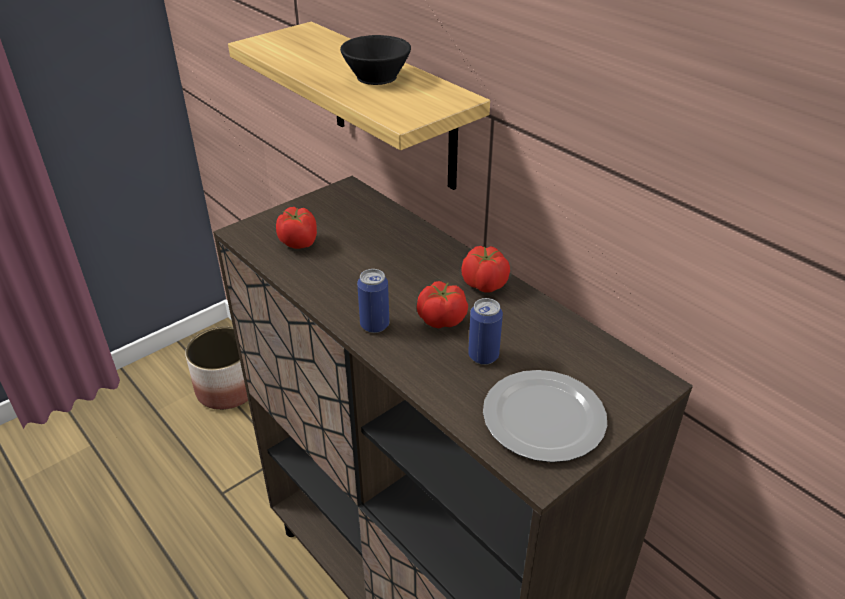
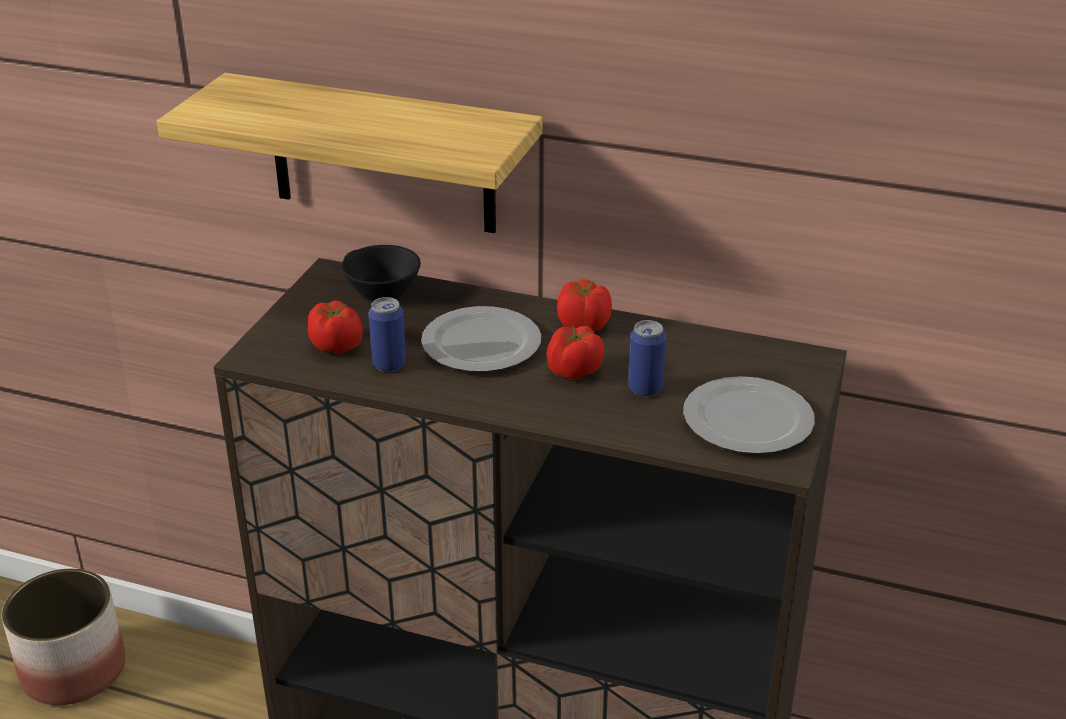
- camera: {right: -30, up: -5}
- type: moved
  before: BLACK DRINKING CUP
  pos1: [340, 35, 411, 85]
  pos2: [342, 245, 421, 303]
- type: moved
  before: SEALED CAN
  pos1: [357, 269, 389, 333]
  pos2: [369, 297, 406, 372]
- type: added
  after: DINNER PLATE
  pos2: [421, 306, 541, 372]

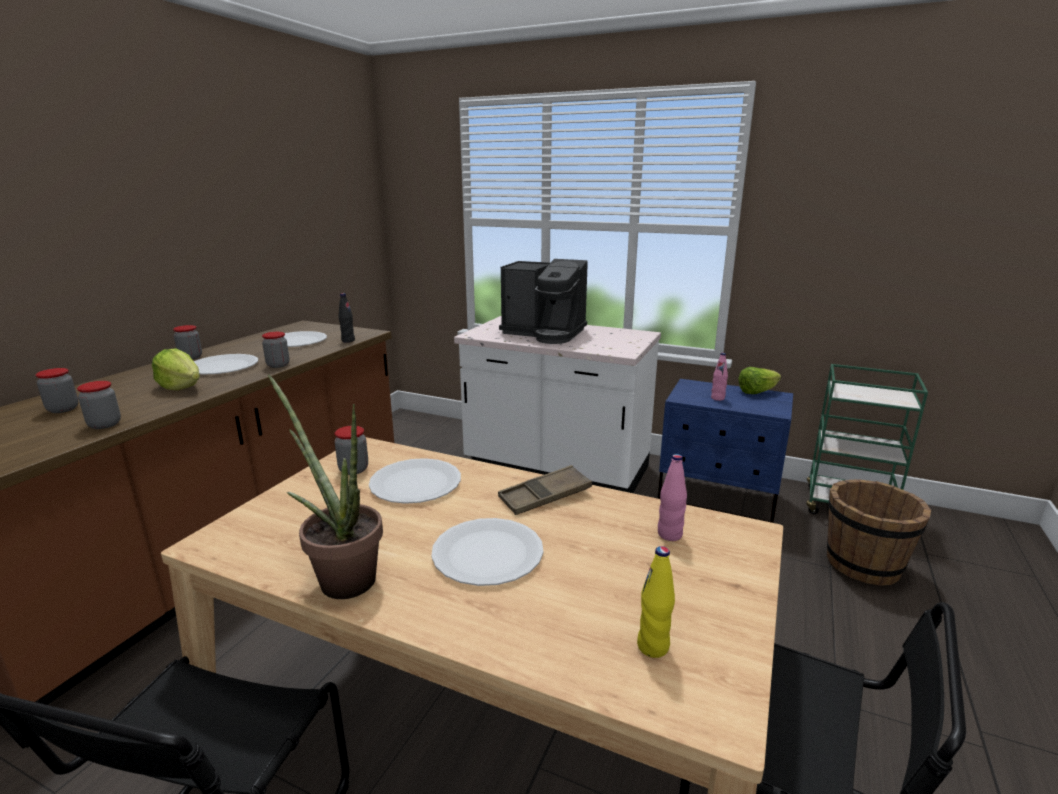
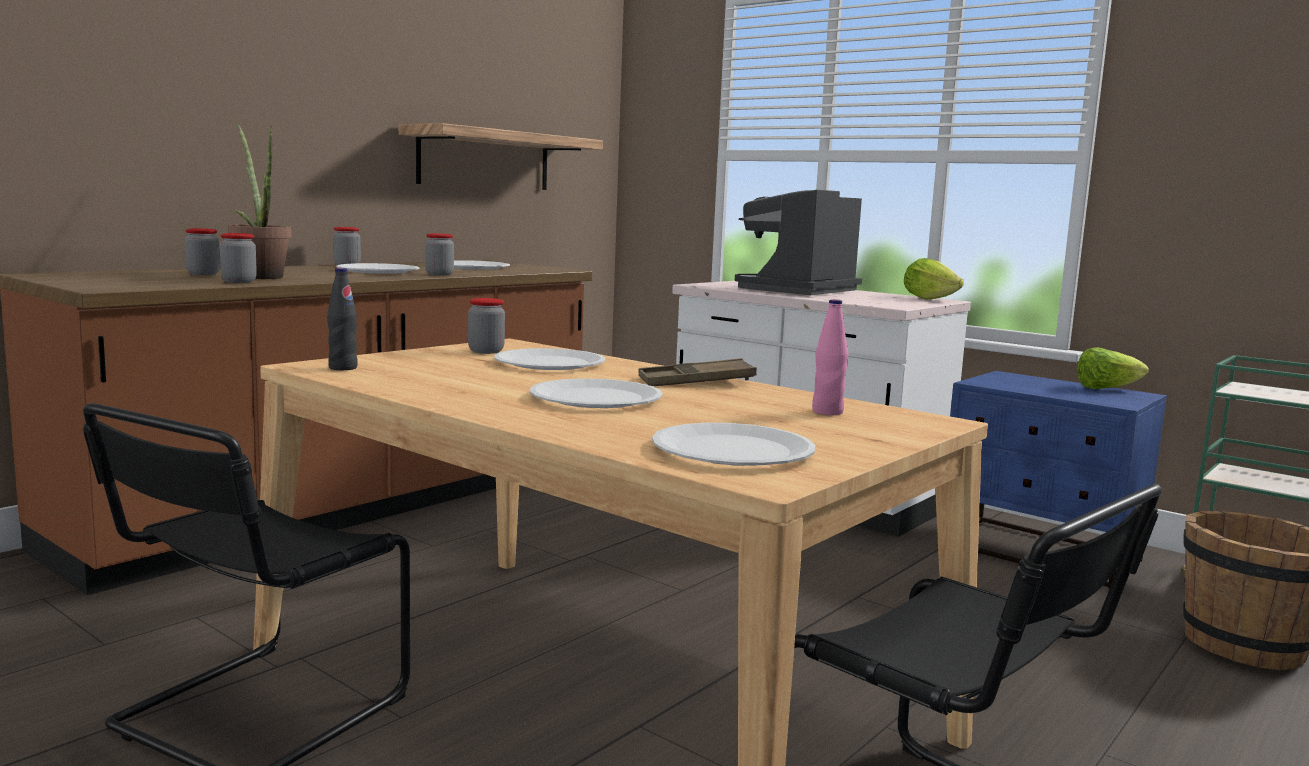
- camera: {right: 15, up: -10}
- type: moved
  before: HEAD OF LETTUCE
  pos1: [152, 348, 200, 390]
  pos2: [904, 258, 964, 300]
- type: moved
  before: PLANT IN A POT
  pos1: [268, 374, 383, 599]
  pos2: [228, 124, 291, 279]
- type: moved
  before: BLACK BEVERAGE BOTTLE
  pos1: [339, 293, 355, 343]
  pos2: [327, 268, 358, 370]
- type: turned
  before: COFFEE MAKER
  pos1: [499, 259, 588, 344]
  pos2: [735, 190, 862, 295]
  turn: 90
- type: replaced
  before: YELLOWISH BEVERAGE BOTTLE
  after: WHITE-COLOURED DINNER PLATE
  pos1: [637, 546, 675, 658]
  pos2: [652, 422, 816, 466]
- type: removed
  before: PINK-COLOURED BEVERAGE BOTTLE
  pos1: [711, 353, 728, 401]
- type: added
  after: WALL SHELF
  pos2: [398, 123, 603, 190]

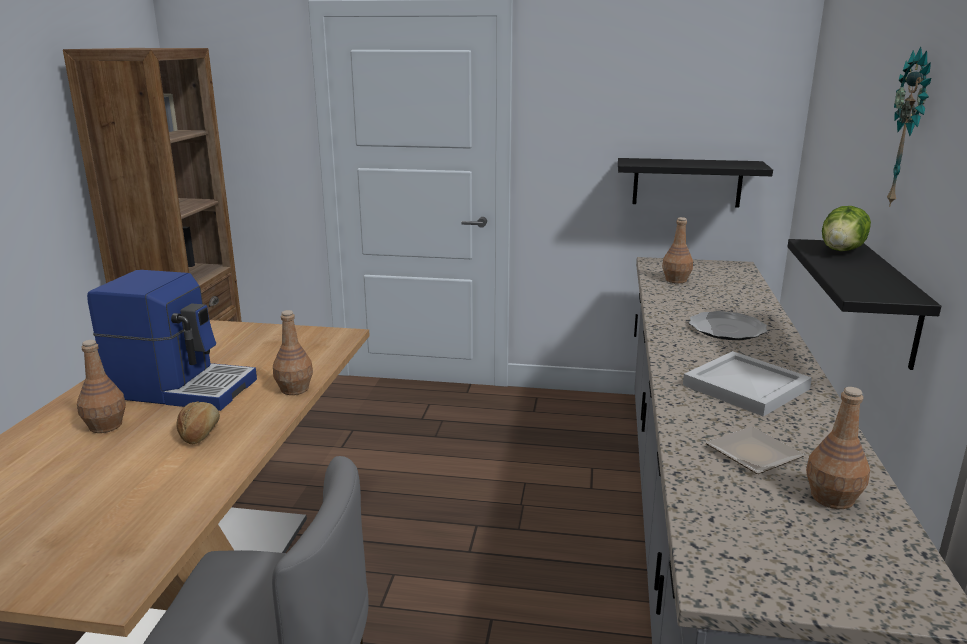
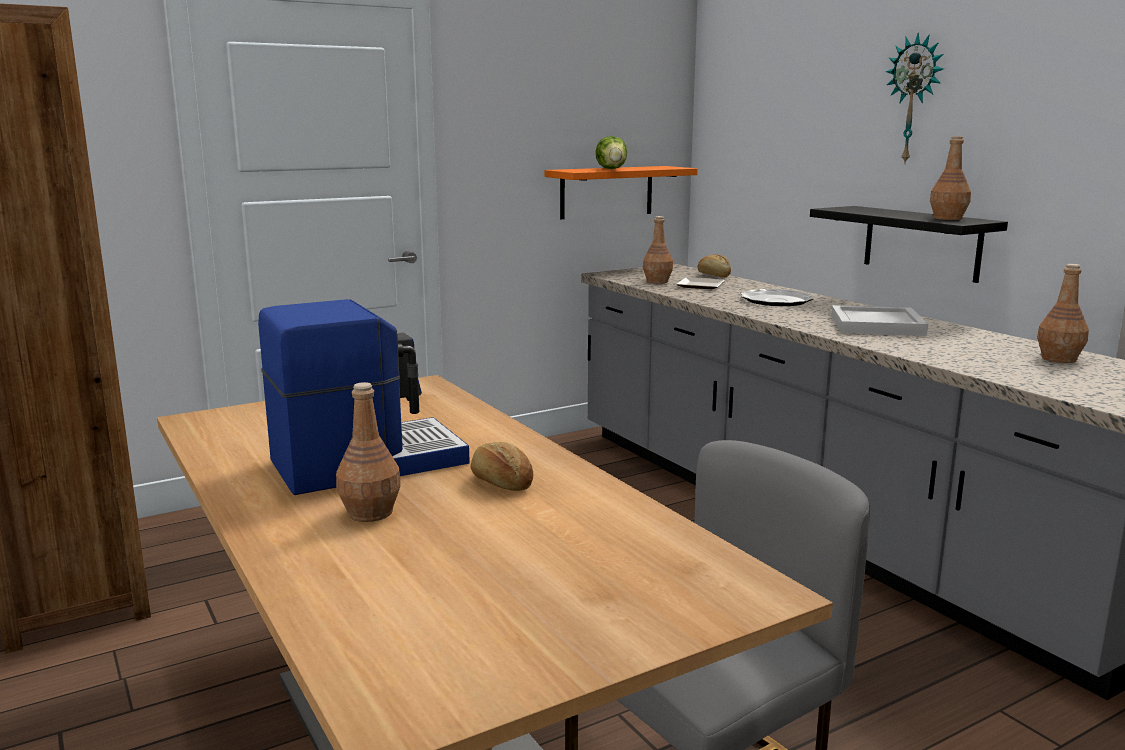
- camera: {right: -40, up: -5}
- type: moved
  before: BROWNISH BEVERAGE BOTTLE
  pos1: [273, 310, 313, 395]
  pos2: [930, 136, 971, 220]
- type: recoloured
  before: BLACK WALL SHELF
  after: ORANGEY WALL SHELF
  pos1: [618, 158, 773, 208]
  pos2: [544, 166, 697, 219]
- type: moved
  before: DINNER PLATE
  pos1: [705, 427, 805, 474]
  pos2: [676, 277, 725, 289]
- type: moved
  before: HEAD OF LETTUCE
  pos1: [822, 206, 871, 251]
  pos2: [596, 136, 627, 169]
- type: added
  after: BREAD
  pos2: [697, 254, 731, 278]

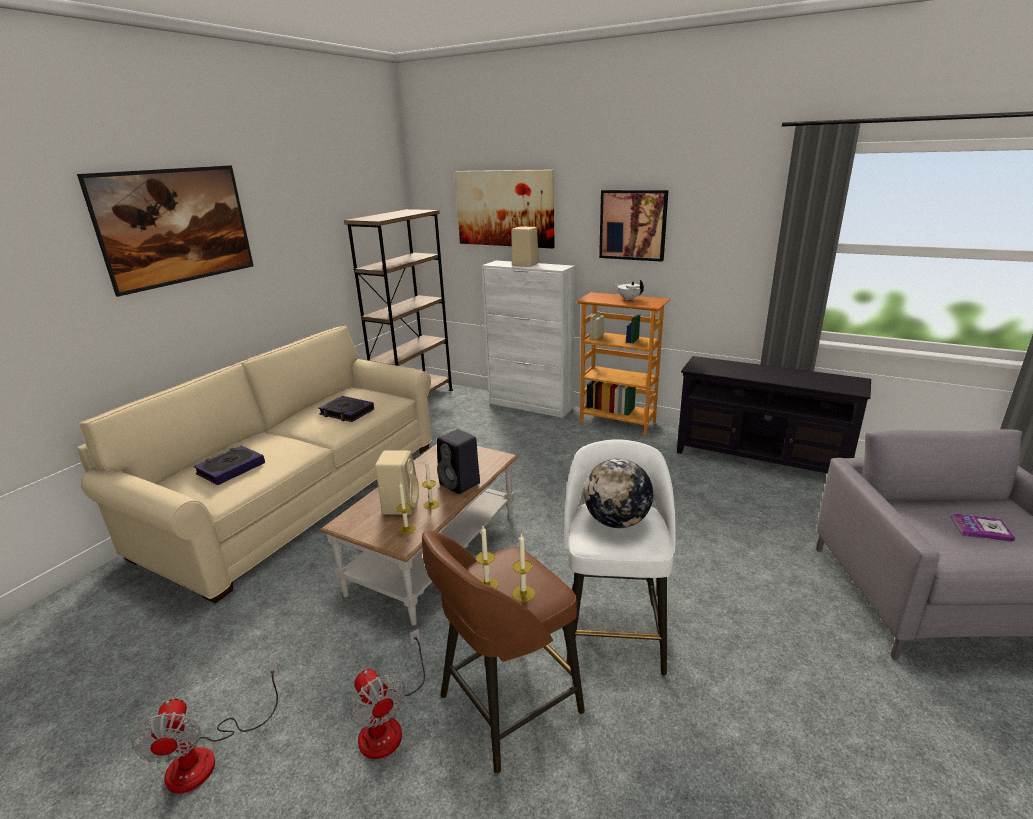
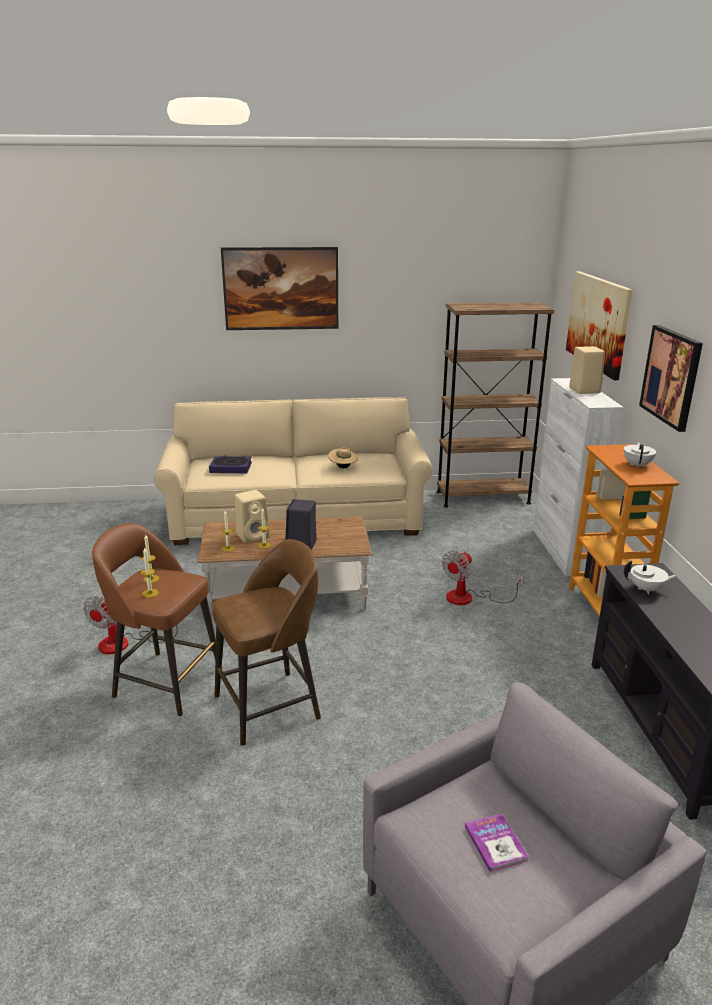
- camera: {right: 55, up: 0}
- type: moved
  before: COOLING FAN
  pos1: [131, 663, 279, 794]
  pos2: [442, 551, 524, 605]
- type: replaced
  before: VOLUME
  after: BEIGE WEARABLE HAT
  pos1: [318, 396, 374, 422]
  pos2: [328, 448, 358, 468]
- type: recoloured
  before: WHITE-COLOURED SITTING STOOL
  after: BROWNISH SITTING STOOL
  pos1: [564, 439, 676, 675]
  pos2: [212, 539, 321, 746]
- type: removed
  before: WORLD GLOBE
  pos1: [584, 459, 653, 528]
- type: added
  after: WHITE-COLOURED TEAPOT
  pos2: [624, 561, 678, 595]

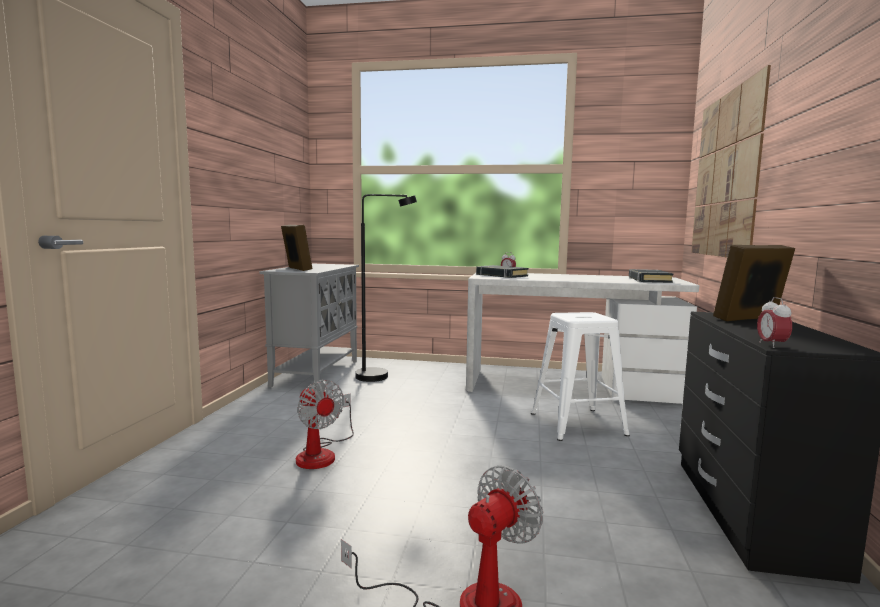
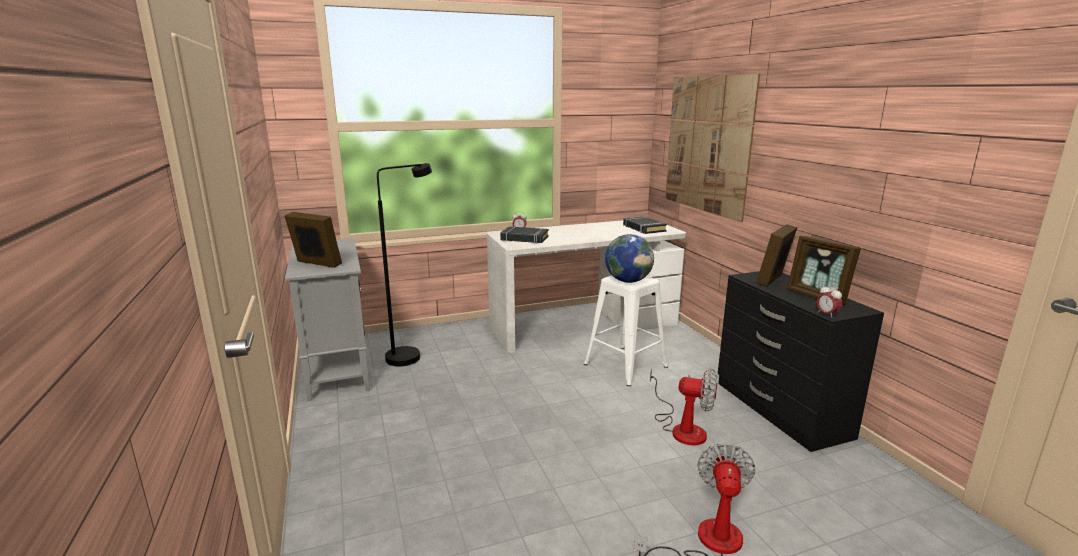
- camera: {right: -30, up: 10}
- type: moved
  before: COOLING FAN
  pos1: [296, 380, 354, 469]
  pos2: [650, 368, 717, 446]
- type: added
  after: WORLD GLOBE
  pos2: [605, 234, 654, 283]
- type: added
  after: PICTURE FRAME
  pos2: [787, 236, 861, 305]

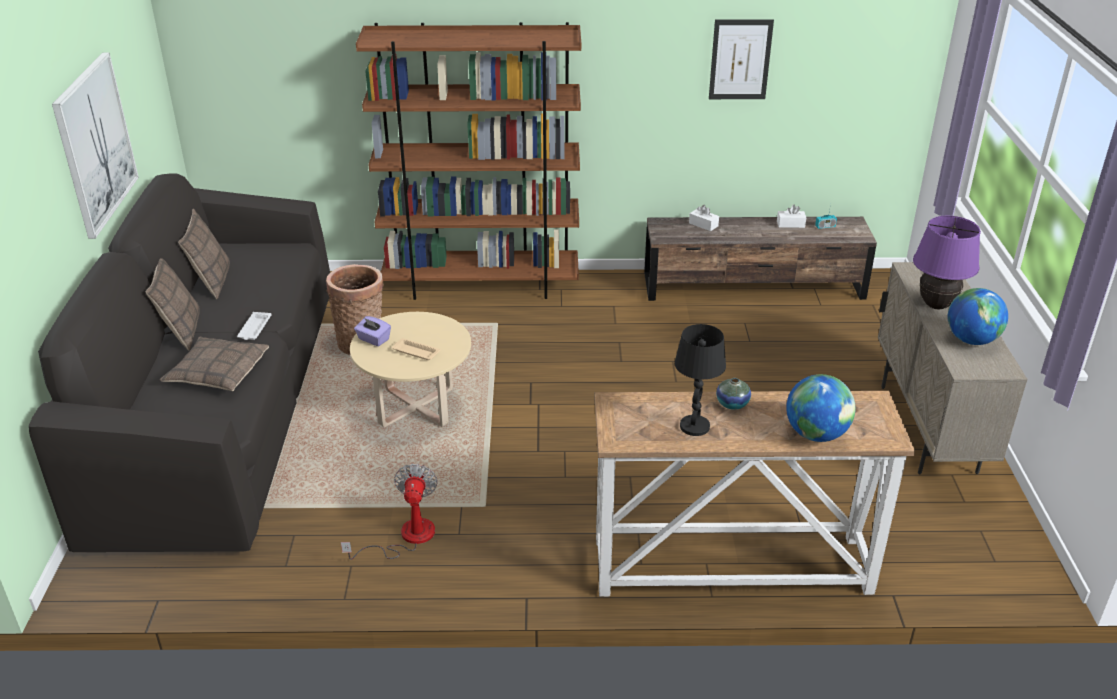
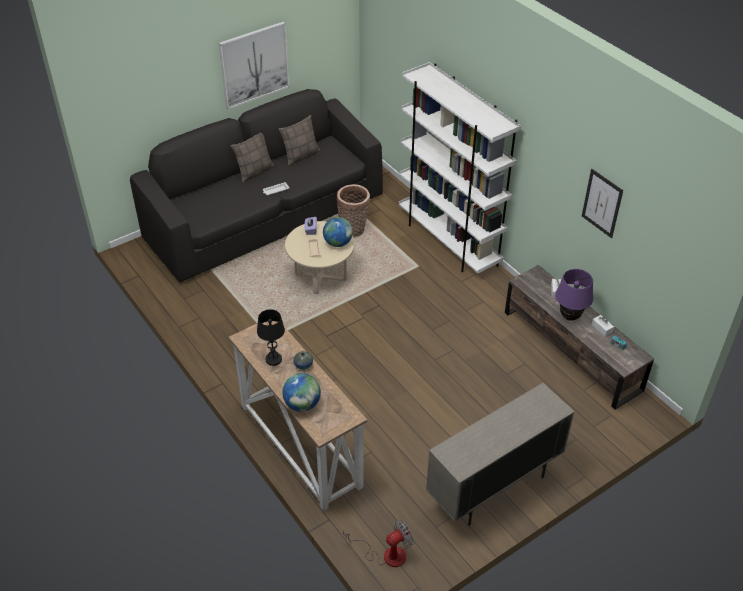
- camera: {right: 55, up: 10}
- type: removed
  before: THROW PILLOW
  pos1: [160, 337, 269, 391]
- type: moved
  before: COOLING FAN
  pos1: [341, 464, 438, 560]
  pos2: [343, 520, 413, 567]
- type: recoloured
  before: BROWNISH SHELVING UNIT
  after: WHITE-COLOURED SHELVING UNIT
  pos1: [356, 22, 581, 300]
  pos2: [399, 62, 521, 273]
- type: moved
  before: PURPLISH LAMP FOR A TABLE
  pos1: [913, 216, 981, 309]
  pos2: [555, 269, 594, 321]
- type: moved
  before: WORLD GLOBE
  pos1: [948, 288, 1008, 345]
  pos2: [323, 217, 353, 247]

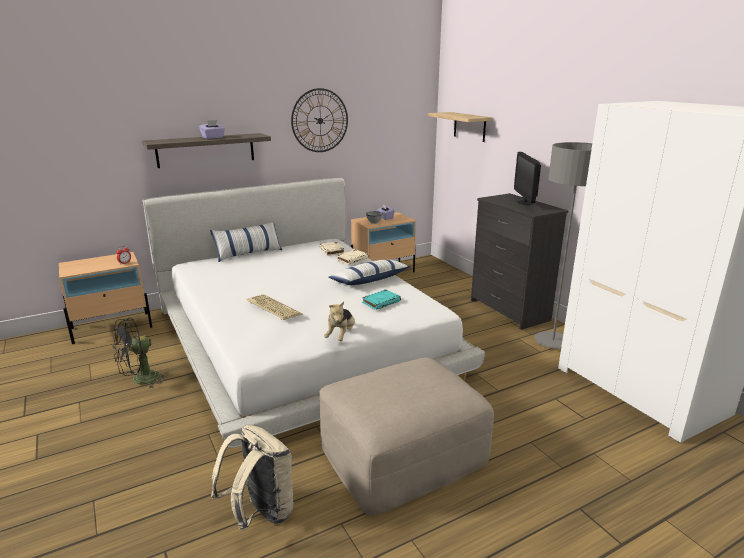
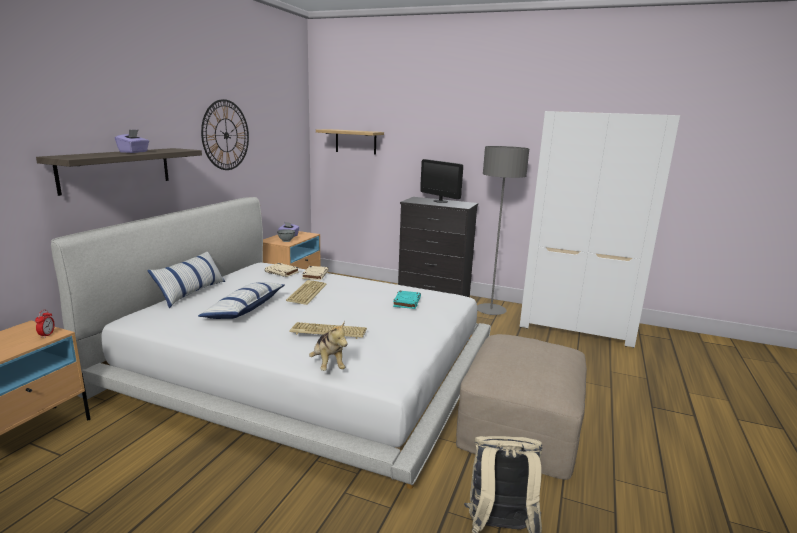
- camera: {right: -40, up: -5}
- type: removed
  before: BLACK COOLING FAN
  pos1: [113, 318, 169, 388]
- type: moved
  before: PLUSH TOY
  pos1: [324, 302, 355, 341]
  pos2: [309, 321, 348, 371]
- type: moved
  before: THROW PILLOW
  pos1: [328, 260, 411, 285]
  pos2: [198, 282, 285, 319]
- type: added
  after: PC KEYBOARD
  pos2: [286, 280, 327, 305]

